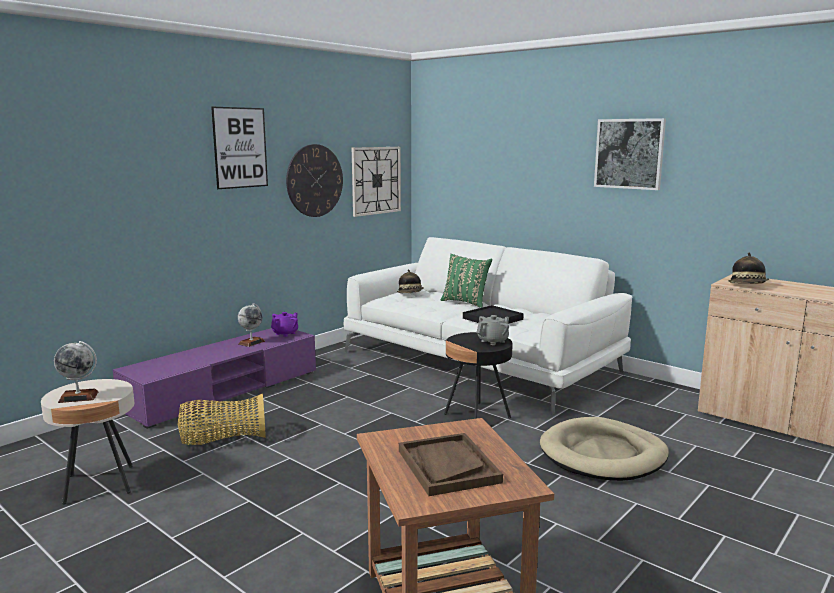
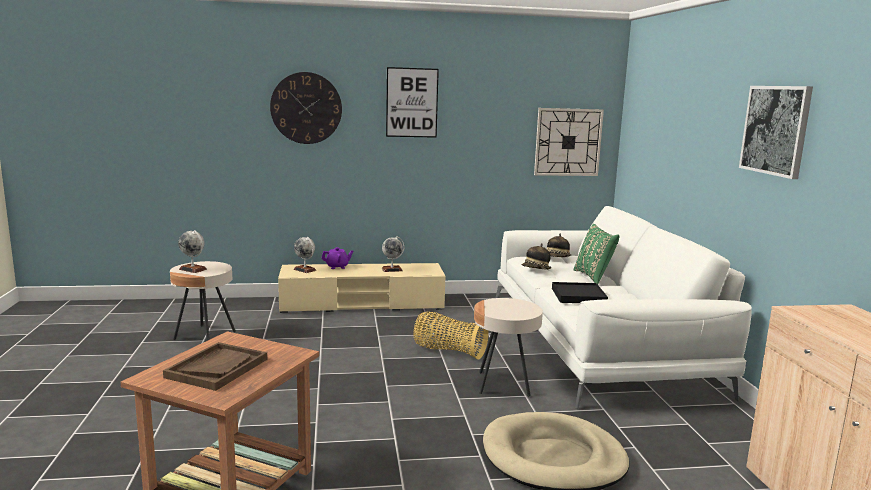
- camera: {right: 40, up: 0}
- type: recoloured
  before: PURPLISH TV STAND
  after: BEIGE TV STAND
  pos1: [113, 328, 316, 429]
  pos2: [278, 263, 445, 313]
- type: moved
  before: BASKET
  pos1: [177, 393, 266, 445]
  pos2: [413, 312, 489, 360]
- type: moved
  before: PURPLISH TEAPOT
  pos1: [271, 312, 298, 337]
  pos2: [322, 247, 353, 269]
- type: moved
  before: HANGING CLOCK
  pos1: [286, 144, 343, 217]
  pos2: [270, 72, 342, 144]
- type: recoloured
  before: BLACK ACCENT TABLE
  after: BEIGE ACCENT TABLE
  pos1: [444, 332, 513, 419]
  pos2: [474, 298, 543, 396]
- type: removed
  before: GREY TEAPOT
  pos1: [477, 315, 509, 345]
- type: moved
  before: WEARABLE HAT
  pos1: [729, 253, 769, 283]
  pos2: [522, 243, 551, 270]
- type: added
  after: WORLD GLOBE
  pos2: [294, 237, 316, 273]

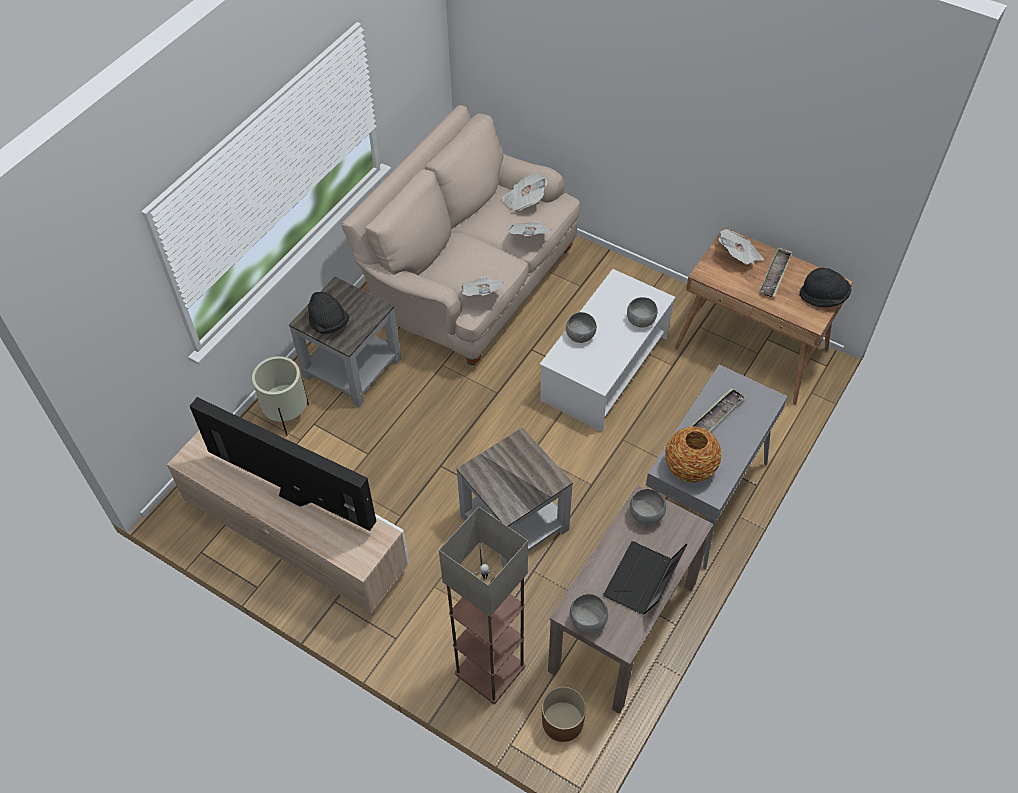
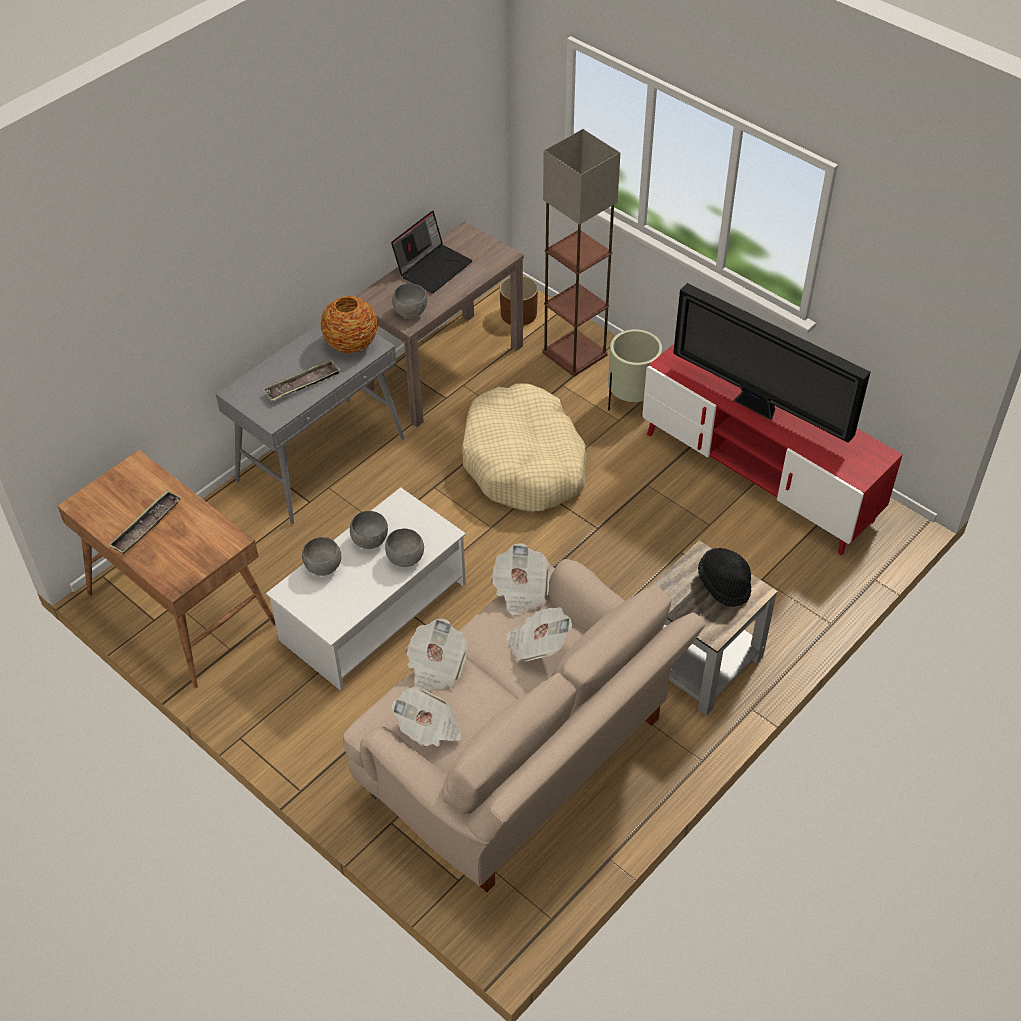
- camera: {right: -170, up: -5}
- type: recoloured
  before: BEIGE TV STAND
  after: REDDISH TV STAND
  pos1: [167, 430, 409, 616]
  pos2: [642, 344, 903, 555]
- type: moved
  before: BEIGE PLANT POT
  pos1: [252, 356, 309, 436]
  pos2: [608, 329, 662, 410]
- type: replaced
  before: GREY ACCENT TABLE
  after: BEIGE DOG BED
  pos1: [456, 427, 573, 568]
  pos2: [462, 383, 587, 512]
- type: moved
  before: GREY SERVING BOWL
  pos1: [570, 594, 608, 634]
  pos2: [350, 511, 388, 549]
- type: moved
  before: PRINTED PAPER
  pos1: [718, 229, 764, 265]
  pos2: [506, 607, 572, 662]
- type: removed
  before: BLACK WEARABLE HAT
  pos1: [799, 268, 851, 307]

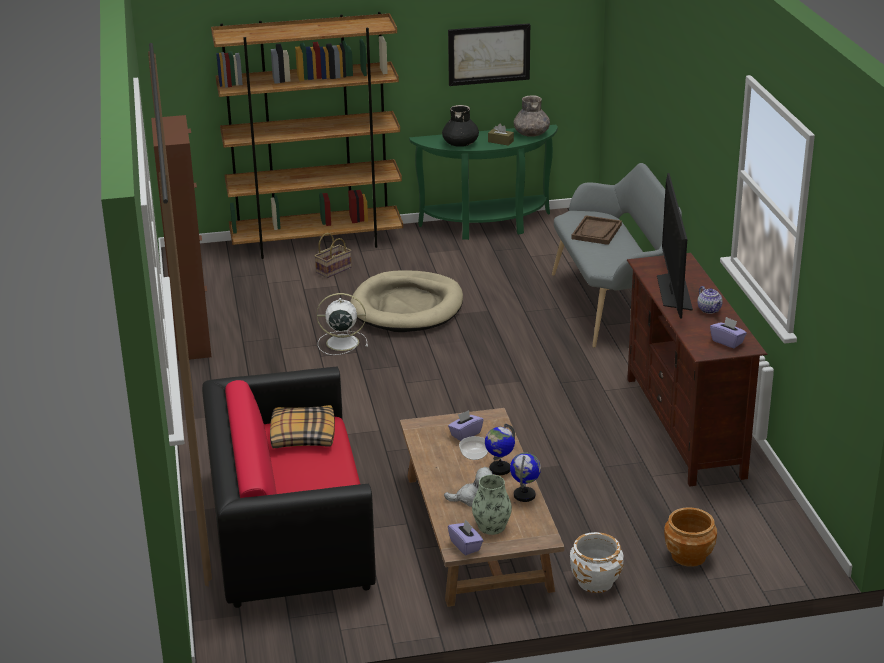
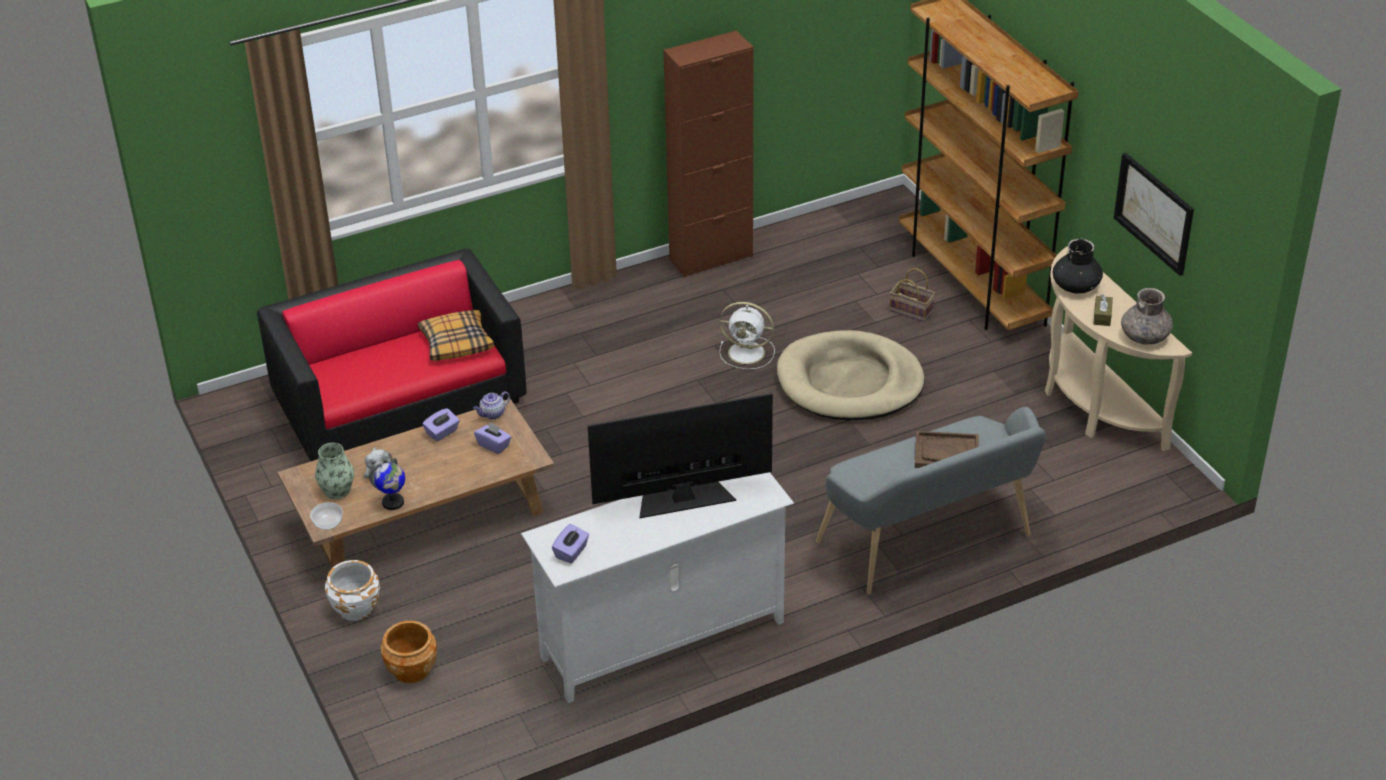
- camera: {right: 75, up: 10}
- type: turned
  before: WHITE-COLOURED COOLING FAN
  pos1: [317, 293, 368, 355]
  pos2: [719, 302, 775, 369]
  turn: 120
- type: recoloured
  before: GREEN CONSOLE TABLE
  after: BEIGE CONSOLE TABLE
  pos1: [409, 125, 558, 240]
  pos2: [1045, 246, 1192, 452]
- type: moved
  before: PURPLISH TISSUE BOX
  pos1: [448, 519, 483, 555]
  pos2: [423, 408, 460, 441]
- type: moved
  before: SERVING BOWL
  pos1: [459, 436, 488, 460]
  pos2: [310, 502, 343, 530]
- type: removed
  before: WORLD GLOBE
  pos1: [485, 424, 515, 475]
- type: recoloured
  before: BROWNISH TV STAND
  after: WHITE-COLOURED TV STAND
  pos1: [627, 253, 767, 487]
  pos2: [521, 472, 794, 703]
- type: moved
  before: TEAPOT
  pos1: [697, 286, 723, 314]
  pos2: [473, 391, 510, 419]

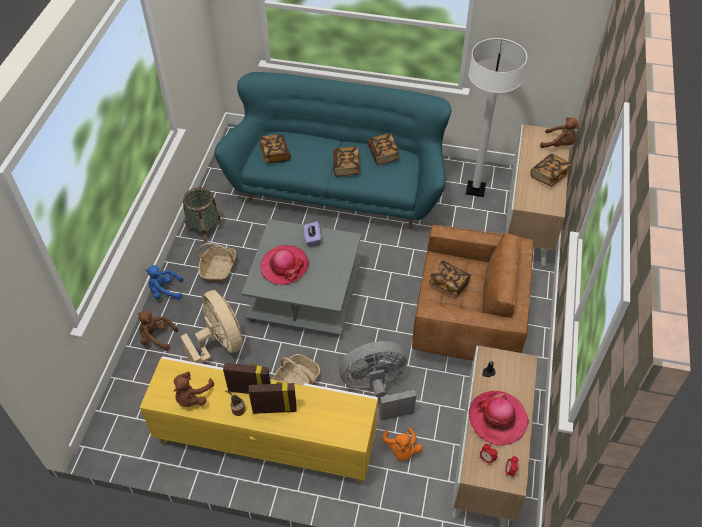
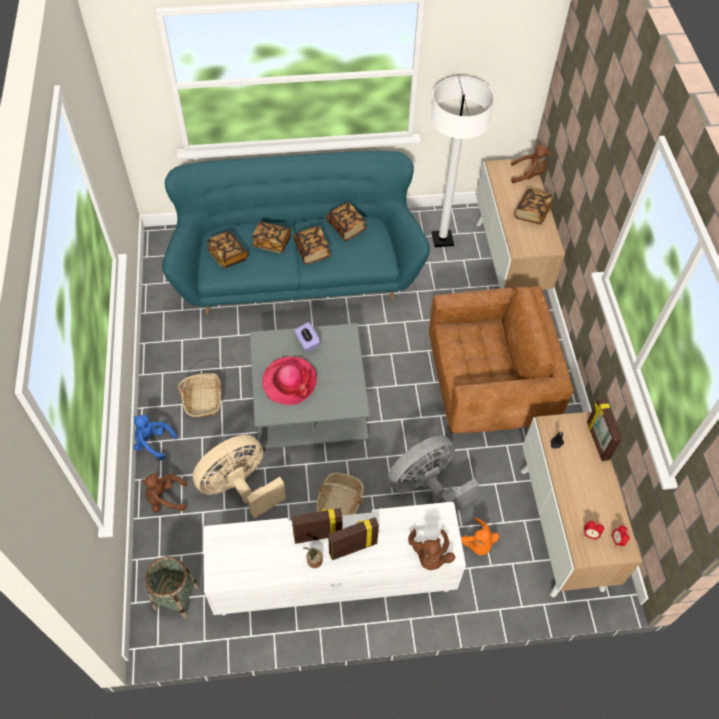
- camera: {right: -20, up: 5}
- type: recoloured
  before: YELLOWISH TV STAND
  after: WHITE-COLOURED TV STAND
  pos1: [140, 356, 378, 483]
  pos2: [203, 502, 466, 616]
- type: turned
  before: BLUE-COLOURED PLUSH TOY
  pos1: [145, 265, 184, 300]
  pos2: [134, 415, 177, 460]
  turn: 45
- type: moved
  before: BROWNISH PLUSH TOY
  pos1: [174, 371, 214, 407]
  pos2: [408, 529, 455, 570]
- type: turned
  before: BEIGE COOLING FAN
  pos1: [180, 290, 242, 364]
  pos2: [193, 435, 286, 519]
  turn: -75
- type: moved
  before: BASKET
  pos1: [183, 187, 223, 243]
  pos2: [145, 556, 199, 619]
- type: moved
  before: VOLUME
  pos1: [428, 261, 471, 297]
  pos2: [251, 221, 291, 253]
- type: removed
  before: WEARABLE HAT
  pos1: [469, 391, 529, 445]
- type: added
  after: PICTURE FRAME
  pos2: [587, 398, 622, 461]

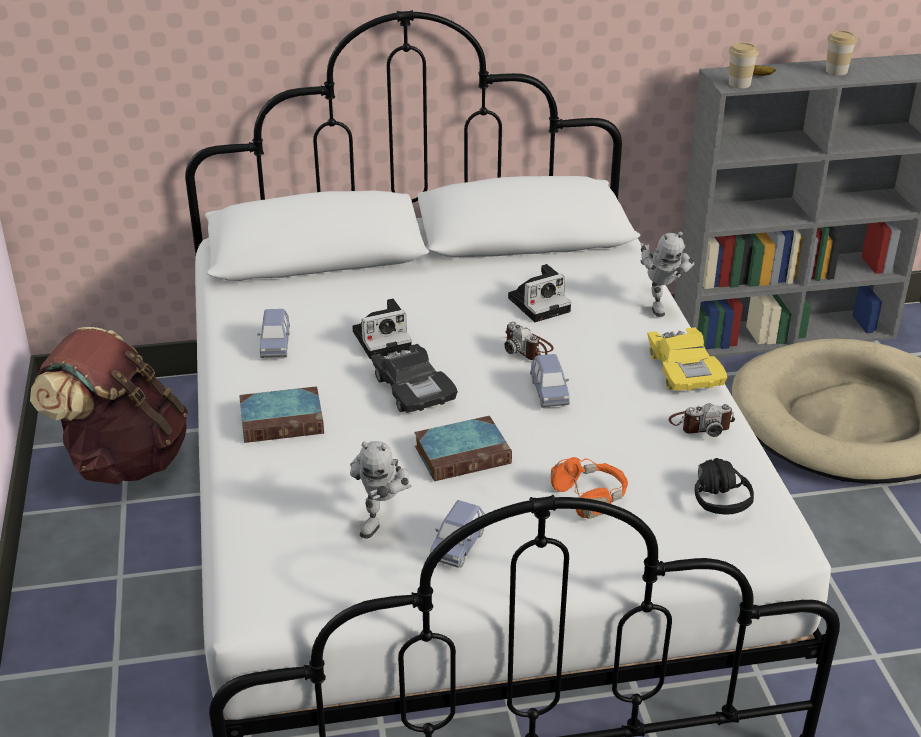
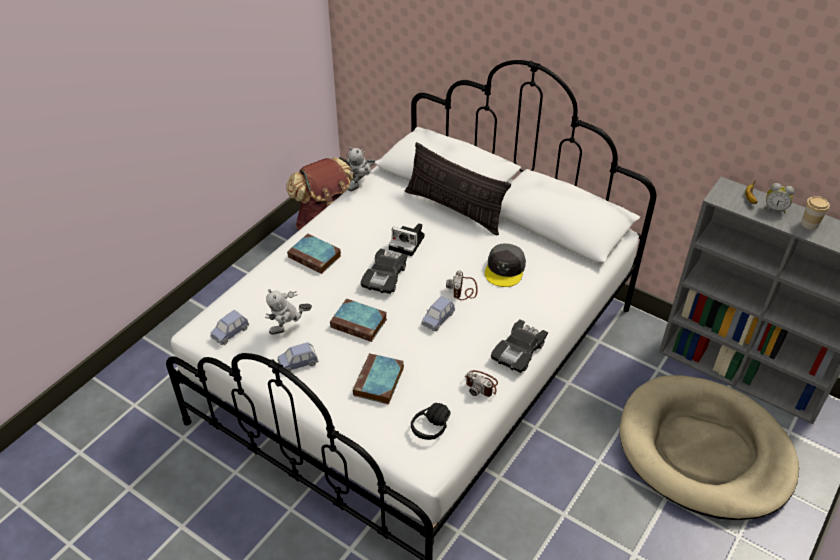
- camera: {right: 45, up: 10}
- type: moved
  before: BLUE-COLOURED MINIATURE CAR
  pos1: [257, 309, 290, 358]
  pos2: [210, 310, 249, 345]
- type: replaced
  before: PHOTO CAMERA
  after: GREY BASEBALL CAP
  pos1: [508, 264, 571, 322]
  pos2: [485, 243, 526, 287]
- type: replaced
  before: ORANGEY PAIR OF HEADPHONES
  after: VOLUME
  pos1: [551, 457, 628, 519]
  pos2: [353, 353, 404, 405]
- type: moved
  before: TOY ROBOT
  pos1: [640, 231, 694, 317]
  pos2: [347, 147, 375, 191]
- type: recoloured
  before: YELLOWISH MINIATURE CAR
  after: BLACK MINIATURE CAR
  pos1: [647, 327, 727, 391]
  pos2: [491, 319, 548, 373]
- type: removed
  before: DRINKING CUP
  pos1: [729, 43, 759, 88]
- type: added
  after: THROW PILLOW
  pos2: [405, 142, 511, 236]
- type: added
  after: ALARM CLOCK
  pos2: [764, 183, 794, 214]

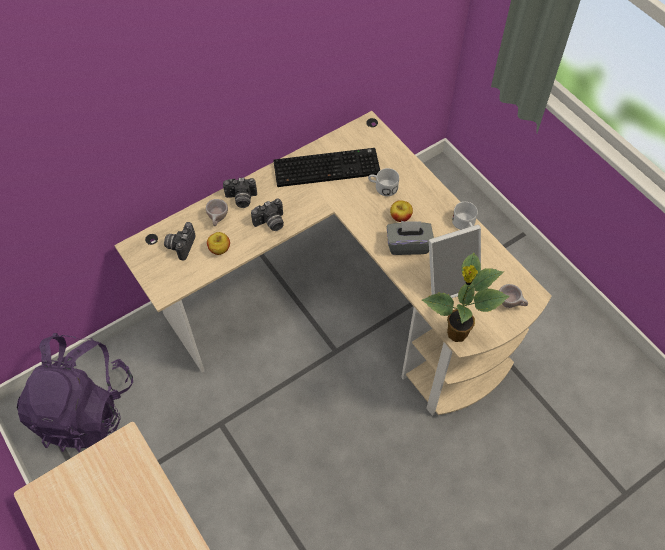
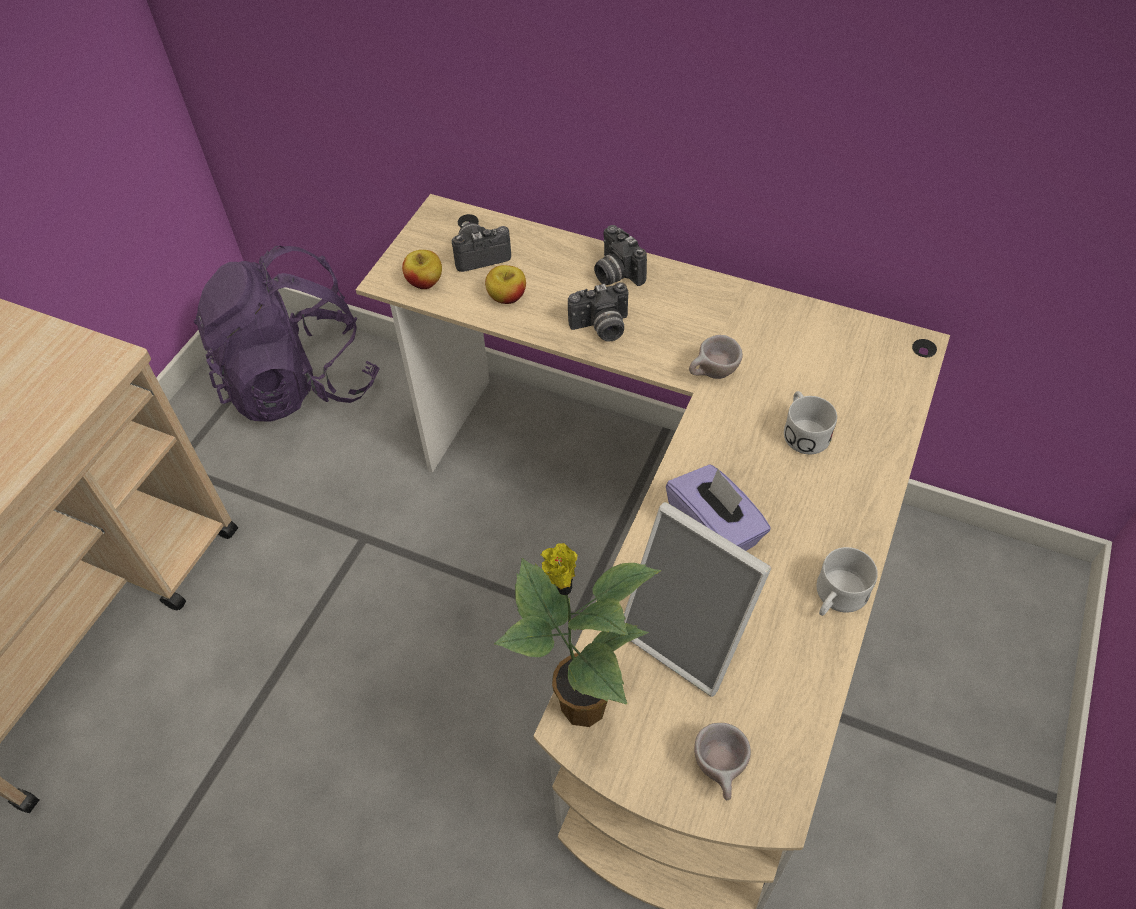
- camera: {right: 60, up: -5}
- type: moved
  before: BEIGE DRINKING CUP
  pos1: [206, 199, 228, 226]
  pos2: [689, 335, 743, 379]
- type: turned
  before: PHOTO CAMERA
  pos1: [251, 199, 284, 231]
  pos2: [568, 282, 628, 341]
  turn: -45
- type: removed
  before: PC KEYBOARD
  pos1: [273, 148, 380, 187]
- type: recoloured
  before: GREY TISSUE BOX
  after: PURPLISH TISSUE BOX
  pos1: [387, 221, 434, 255]
  pos2: [666, 464, 771, 551]
- type: moved
  before: WHOLE APPLE
  pos1: [390, 200, 413, 222]
  pos2: [402, 250, 442, 289]

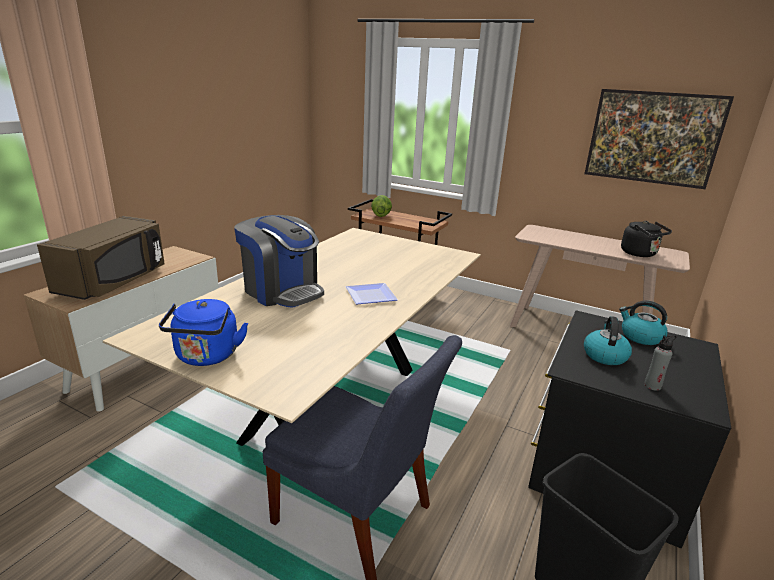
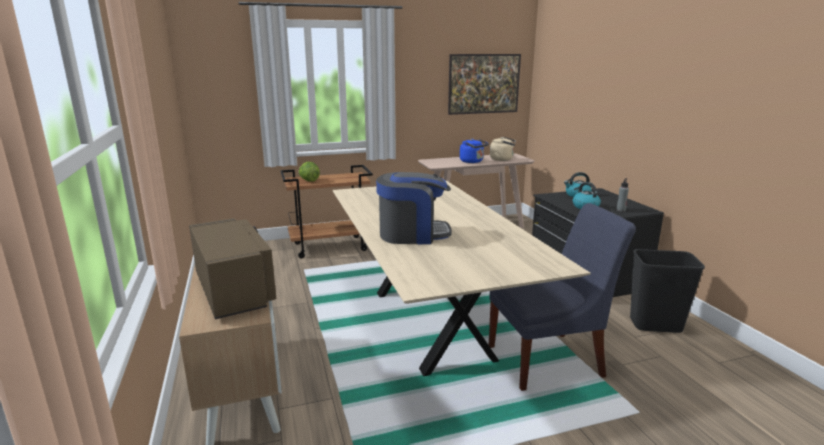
- camera: {right: -45, up: -5}
- type: moved
  before: BLUE-COLOURED TEA KETTLE
  pos1: [159, 299, 248, 366]
  pos2: [460, 139, 489, 163]
- type: removed
  before: DINNER PLATE
  pos1: [346, 283, 398, 304]
- type: recoloured
  before: BLACK TEA KETTLE
  after: BEIGE TEA KETTLE
  pos1: [621, 221, 672, 257]
  pos2: [490, 137, 516, 161]

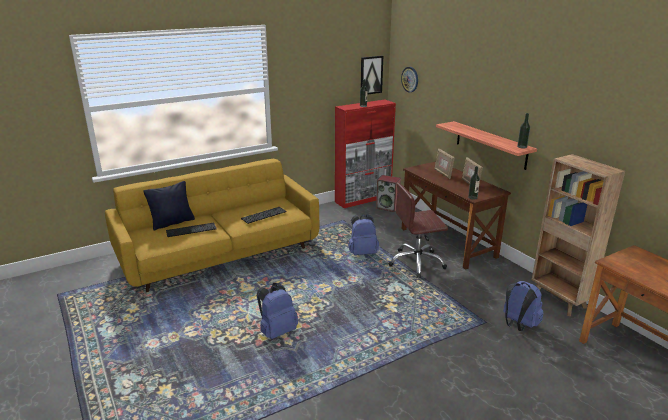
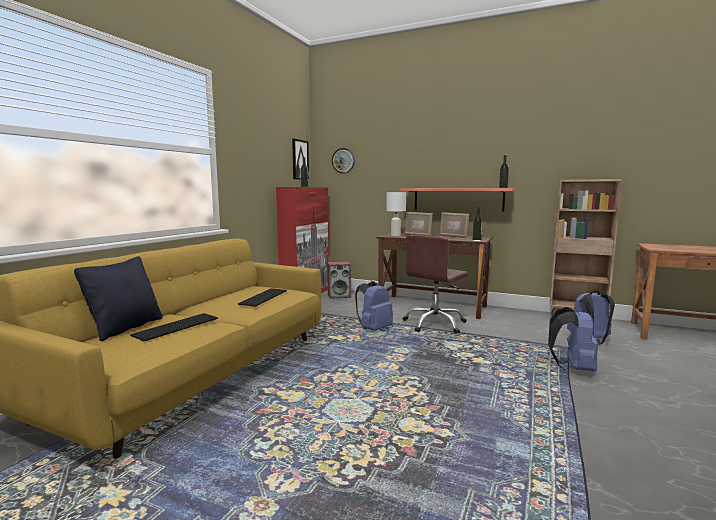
- camera: {right: -35, up: -15}
- type: moved
  before: BLUE-COLOURED RUCKSACK
  pos1: [257, 283, 298, 339]
  pos2: [548, 307, 598, 371]
- type: added
  after: WHITE-COLOURED LAMP FOR A TABLE
  pos2: [386, 192, 406, 236]

